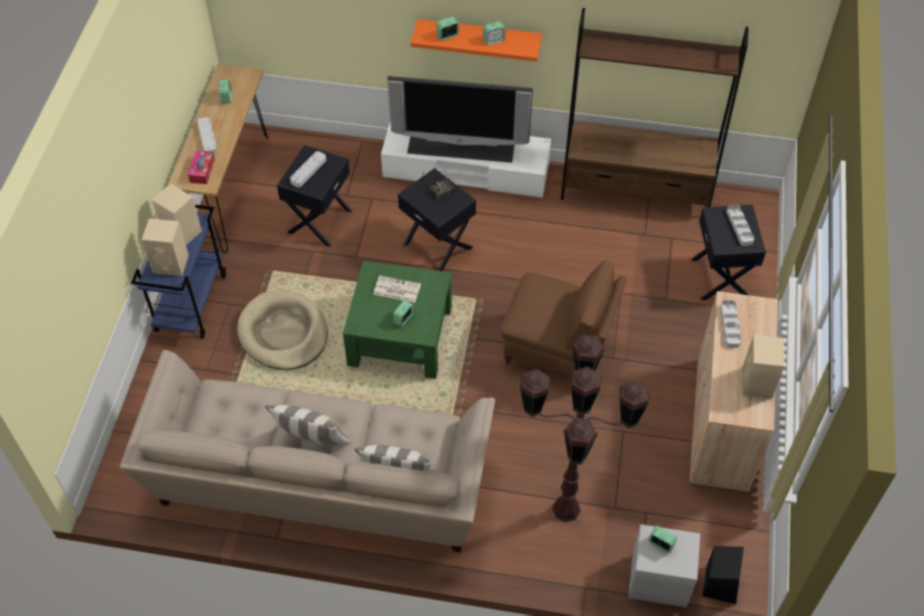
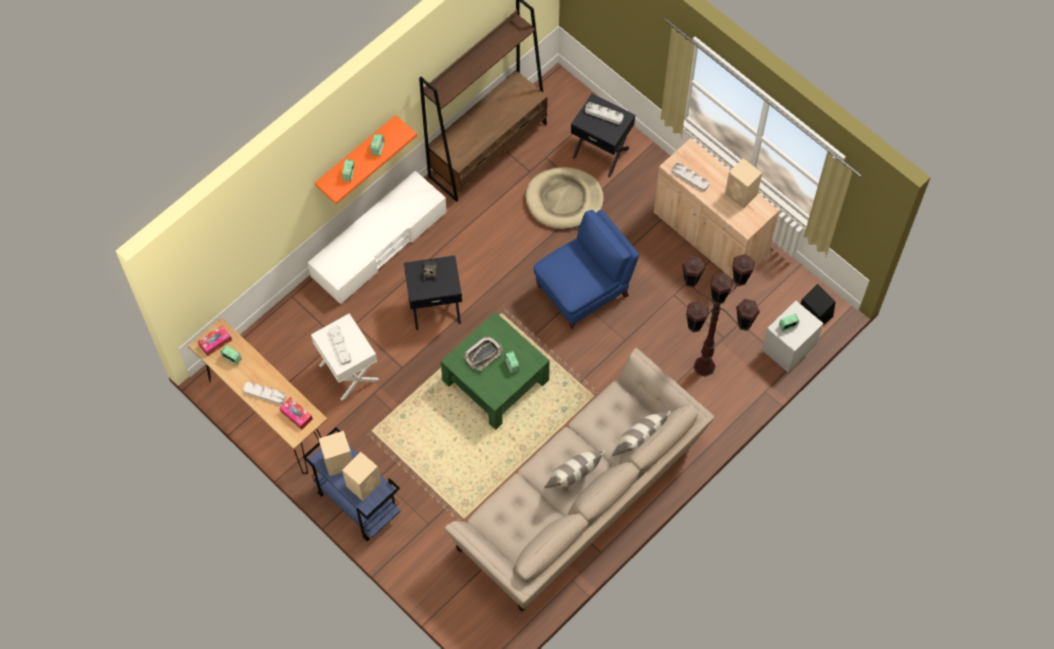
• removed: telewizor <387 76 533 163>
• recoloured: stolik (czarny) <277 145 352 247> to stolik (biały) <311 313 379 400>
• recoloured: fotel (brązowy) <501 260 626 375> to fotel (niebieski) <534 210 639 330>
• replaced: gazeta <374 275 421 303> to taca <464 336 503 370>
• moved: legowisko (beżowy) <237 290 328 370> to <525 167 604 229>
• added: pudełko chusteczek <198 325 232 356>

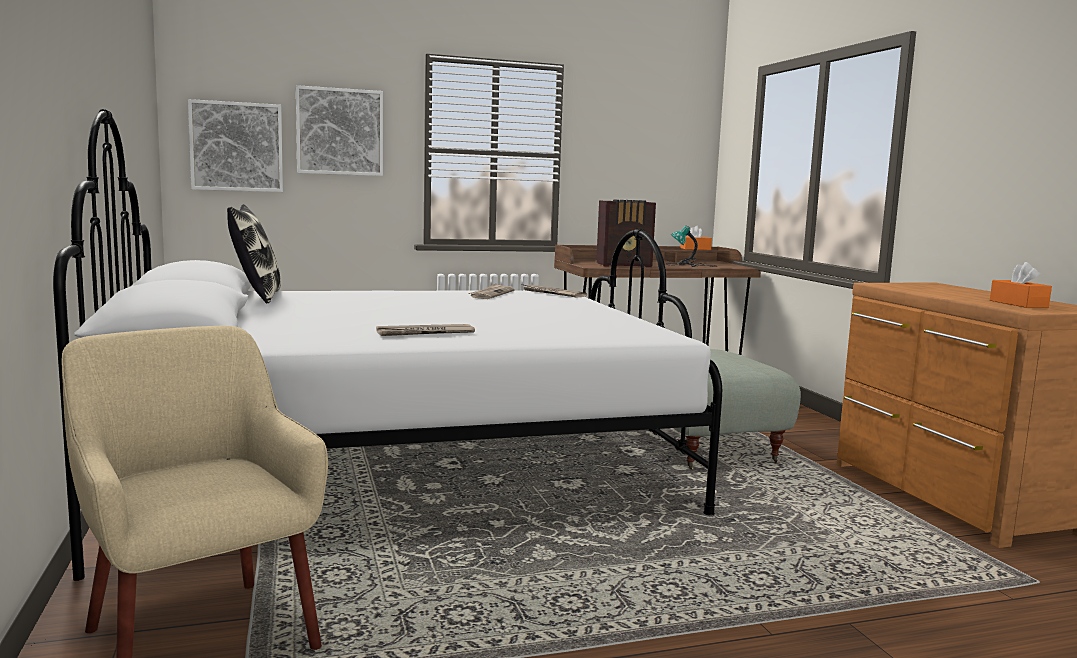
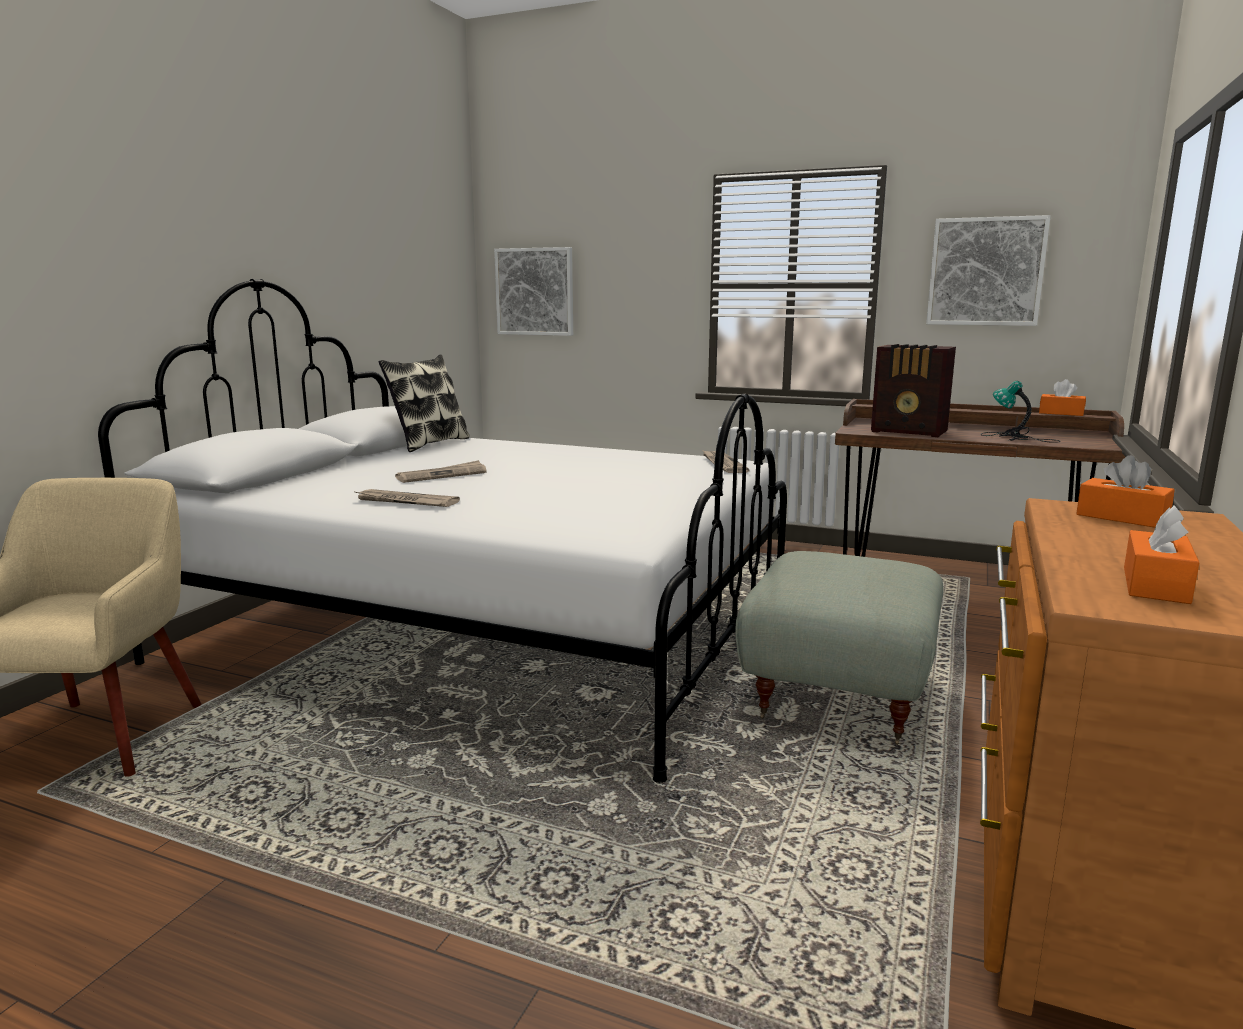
• moved: obraz <296 85 383 176> to <926 215 1051 326>
• moved: gazeta <468 283 515 299> to <395 460 487 483>
• added: pudełko chusteczek (pomarańczowy) <1076 455 1175 528>

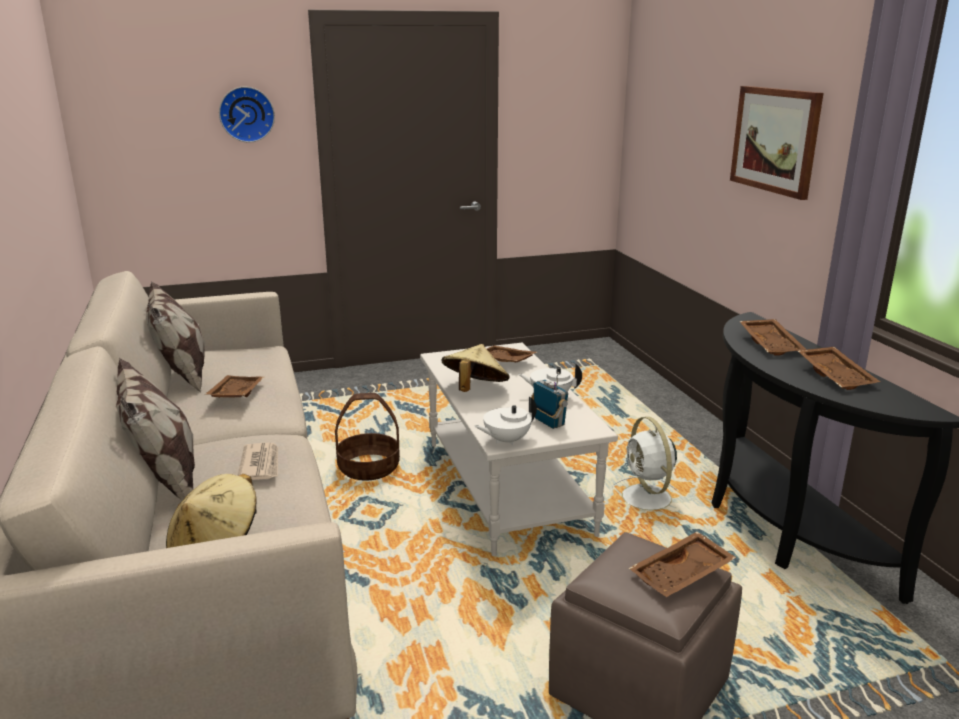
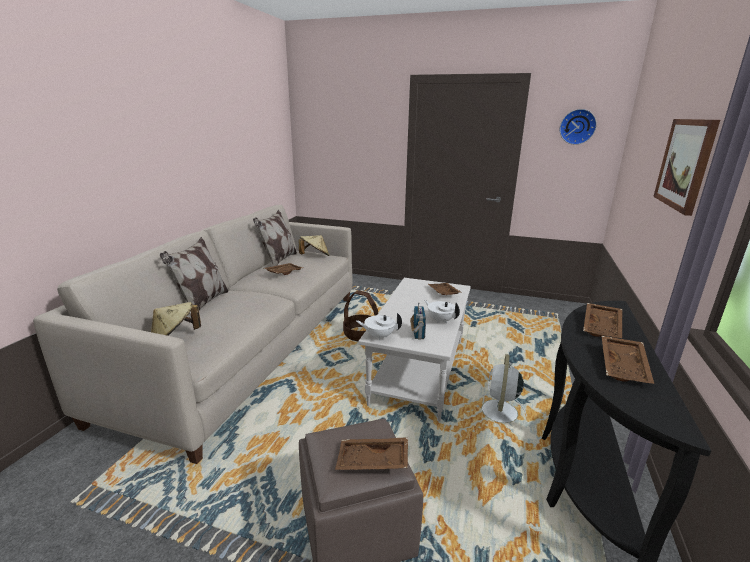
• moved: zegar ścienny <219 87 275 143> to <560 109 597 145>
• moved: kapelusz (beżowy) <441 344 510 392> to <299 235 329 256>
• removed: gazeta <238 443 278 480>

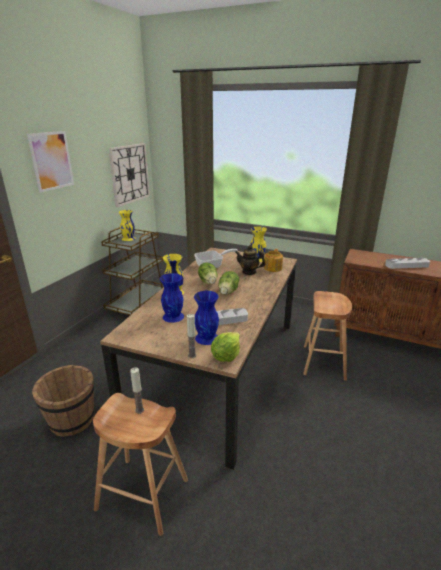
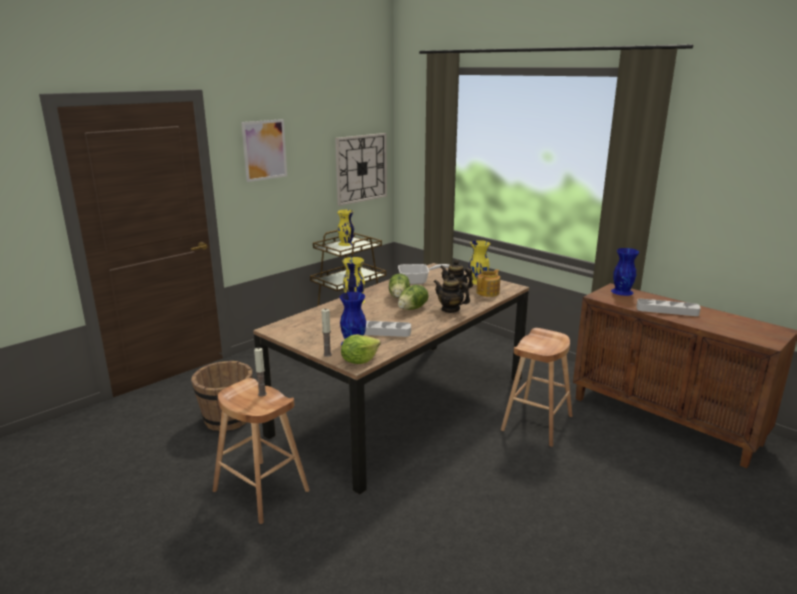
• moved: wazon (niebieski) <160 273 184 323> to <611 248 639 296>
• added: imbryk <434 274 470 313>

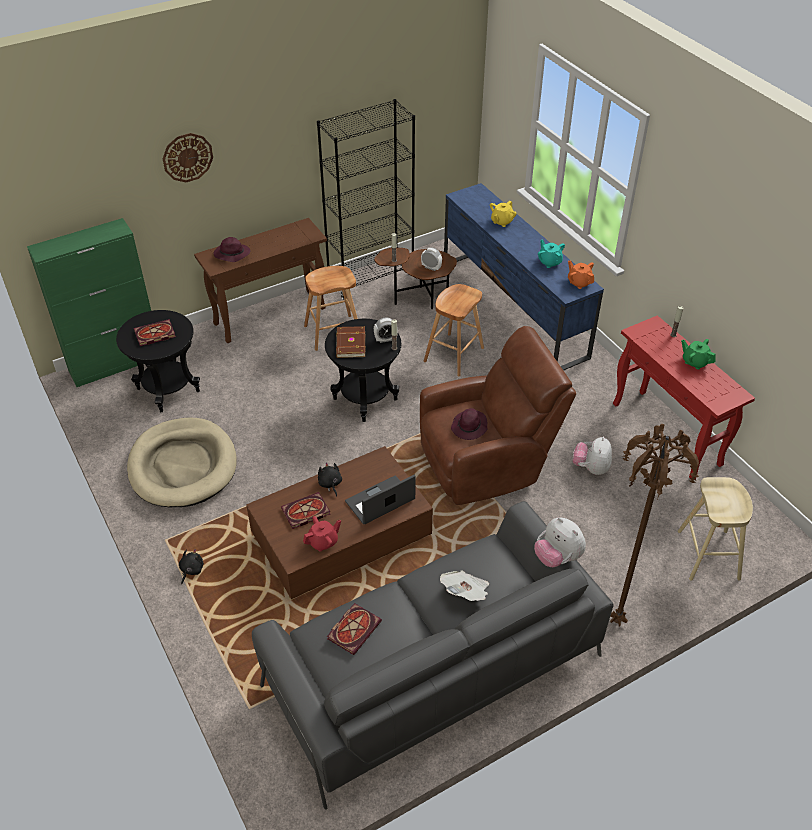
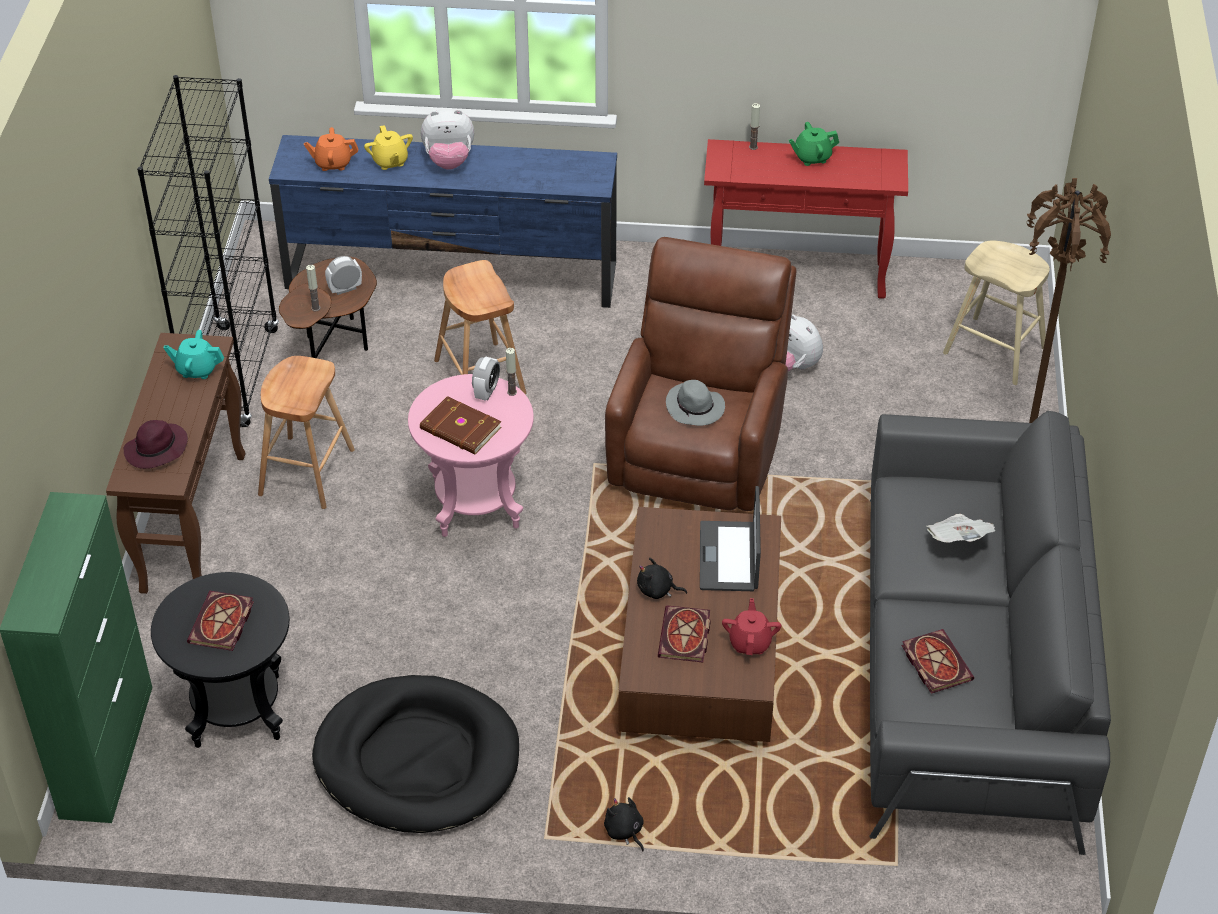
• removed: zegar ścienny <163 133 213 182>
• moved: imbryk (turkusowy) <538 240 565 268> to <163 330 224 379>
• moved: imbryk (pomarańczowy) <568 260 594 289> to <304 127 358 171>
• recoloured: stolik (czarny) <325 319 401 422> to stolik (różowy) <408 374 534 537>
• recoloured: kapelusz (fioletowy) <451 408 488 440> to kapelusz (szary) <666 380 725 426>
• recoloured: legowisko (beżowy) <127 418 237 507> to legowisko (czarny) <312 675 519 833>
• moved: pluszak <534 517 586 567> to <421 108 474 170>

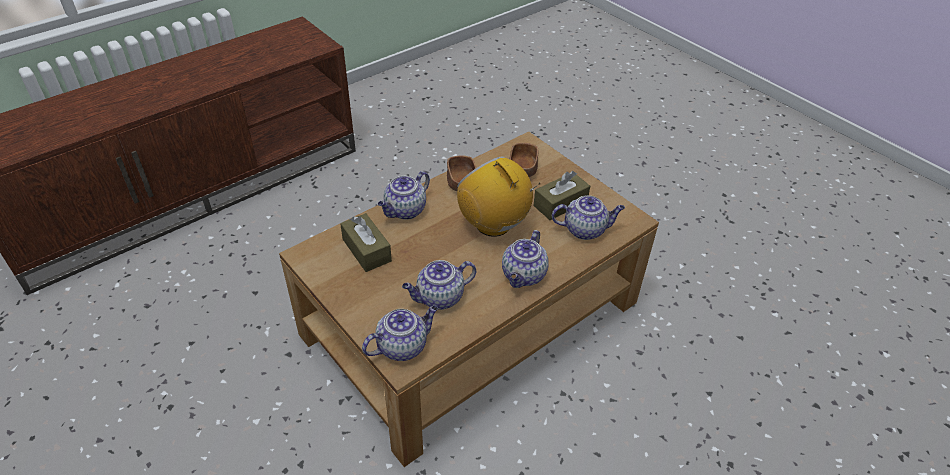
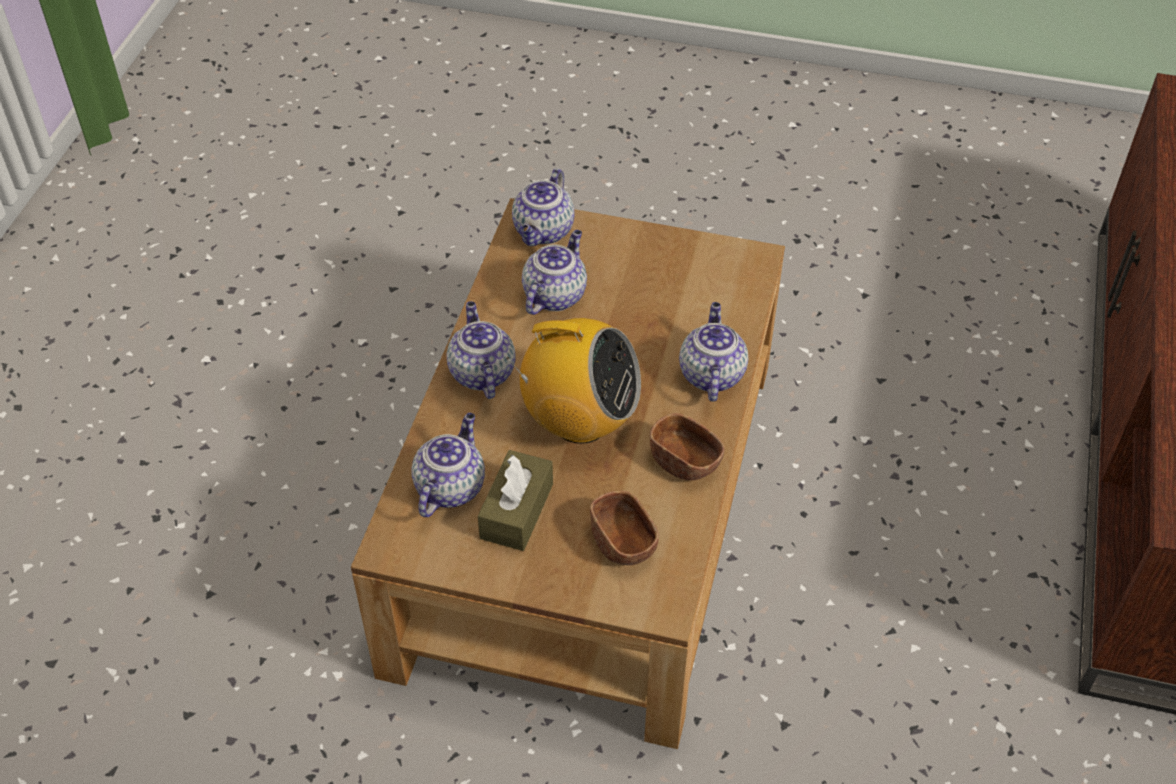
• turned: imbryk <552 195 625 240> = <411 413 485 517> 150 degrees clockwise
• removed: pudełko chusteczek (brązowy) <340 213 392 272>

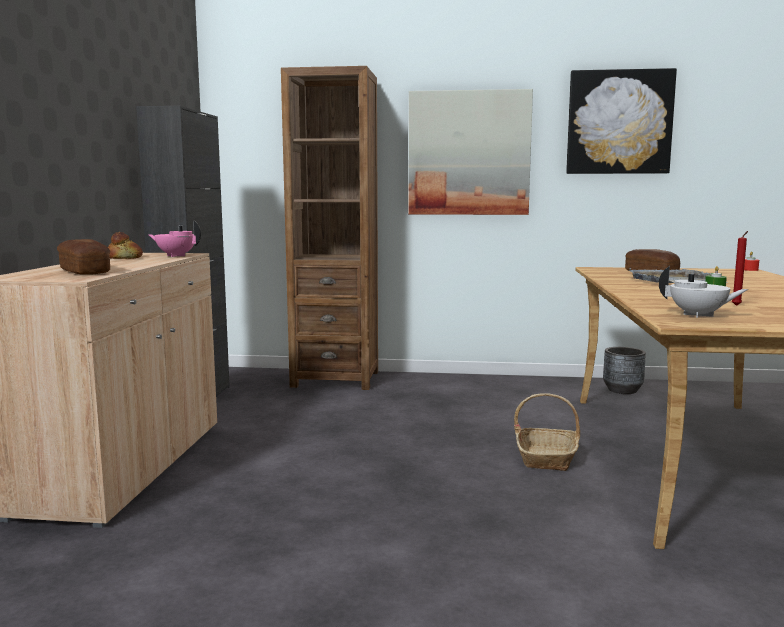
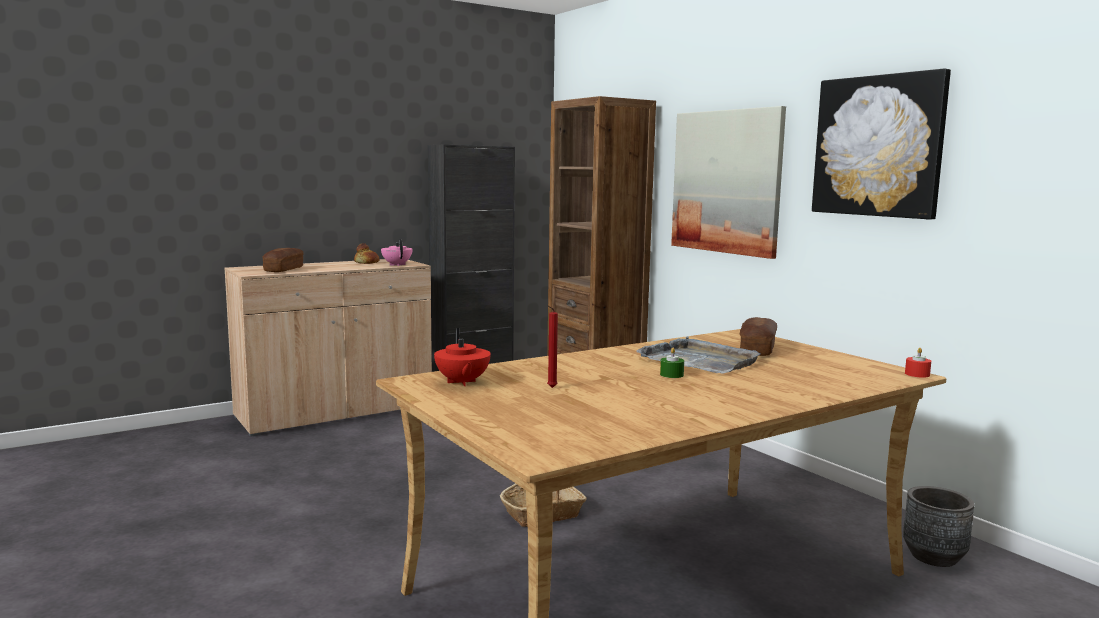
• recoloured: imbryk (biały) <659 266 748 318> to imbryk (czerwony) <434 328 491 386>
• moved: donica (szary) <603 347 646 394> to <903 486 974 567>

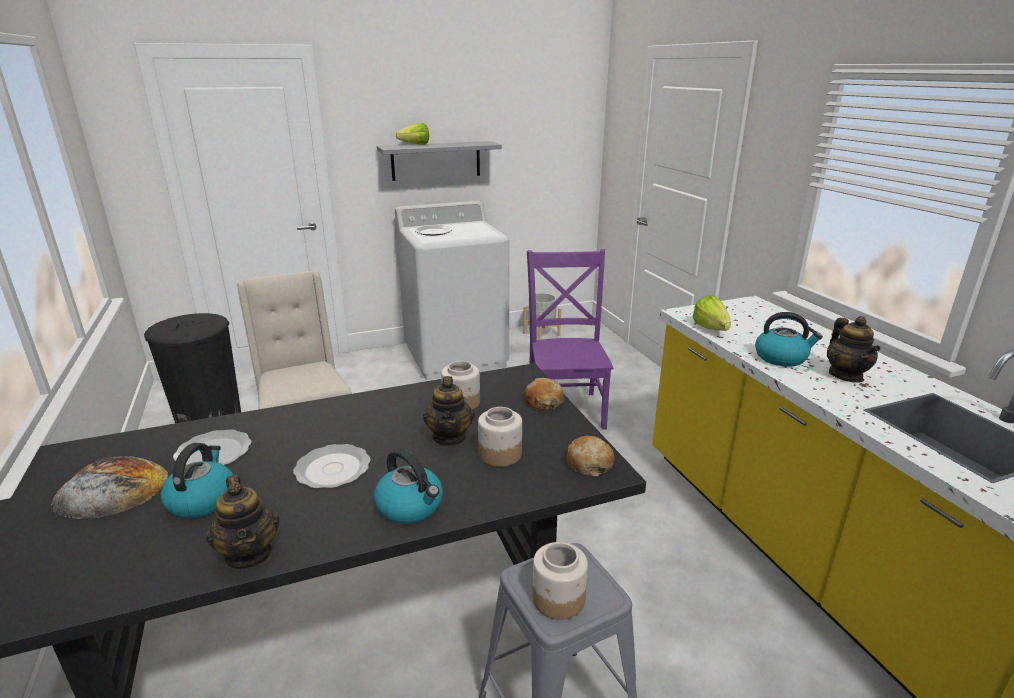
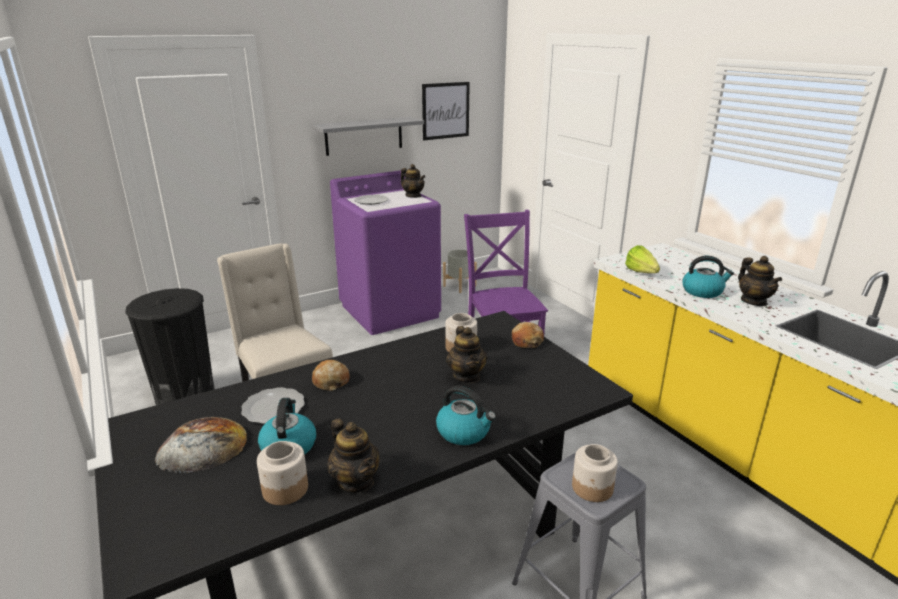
• removed: sałata <396 123 429 145>
• recoloured: pralka (biały) <395 201 509 380> to pralka (fioletowy) <330 170 441 335>
• moved: słoik <478 407 522 467> to <257 441 308 505>
• moved: chleb <567 436 615 477> to <312 360 350 391>
• removed: talerz <293 444 371 489>
• added: obraz <422 82 470 140>
• added: imbryk <401 164 426 198>

